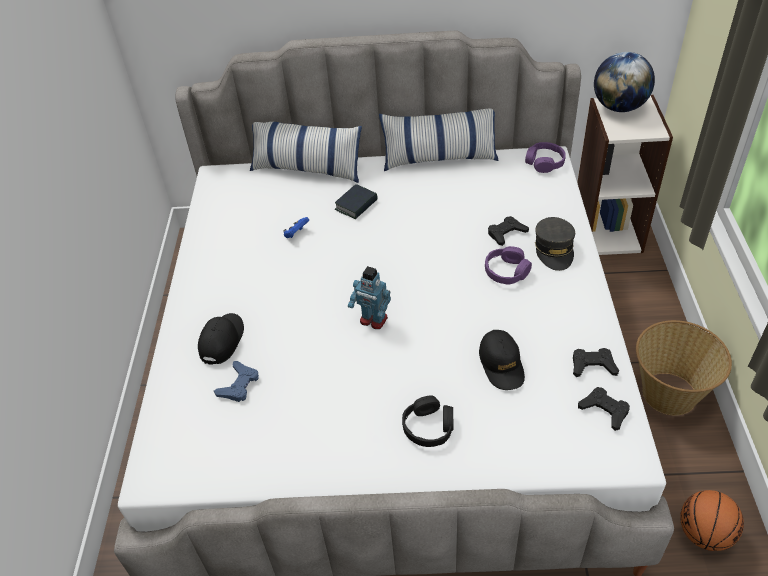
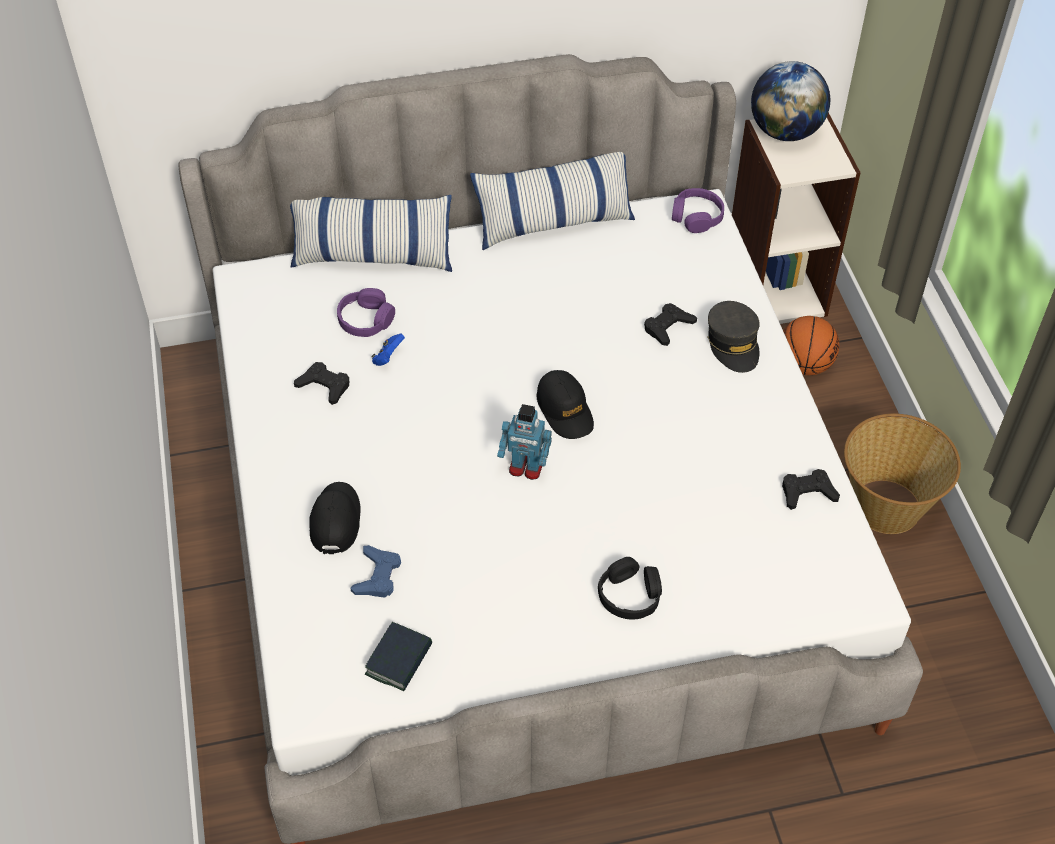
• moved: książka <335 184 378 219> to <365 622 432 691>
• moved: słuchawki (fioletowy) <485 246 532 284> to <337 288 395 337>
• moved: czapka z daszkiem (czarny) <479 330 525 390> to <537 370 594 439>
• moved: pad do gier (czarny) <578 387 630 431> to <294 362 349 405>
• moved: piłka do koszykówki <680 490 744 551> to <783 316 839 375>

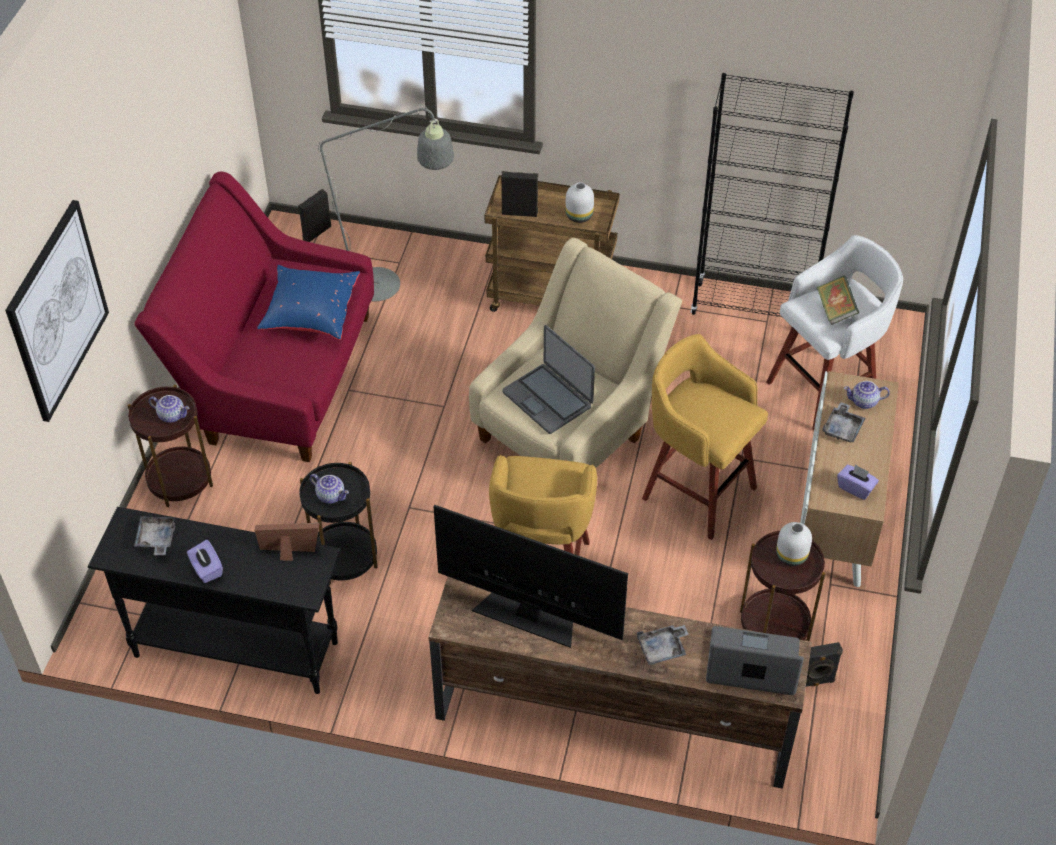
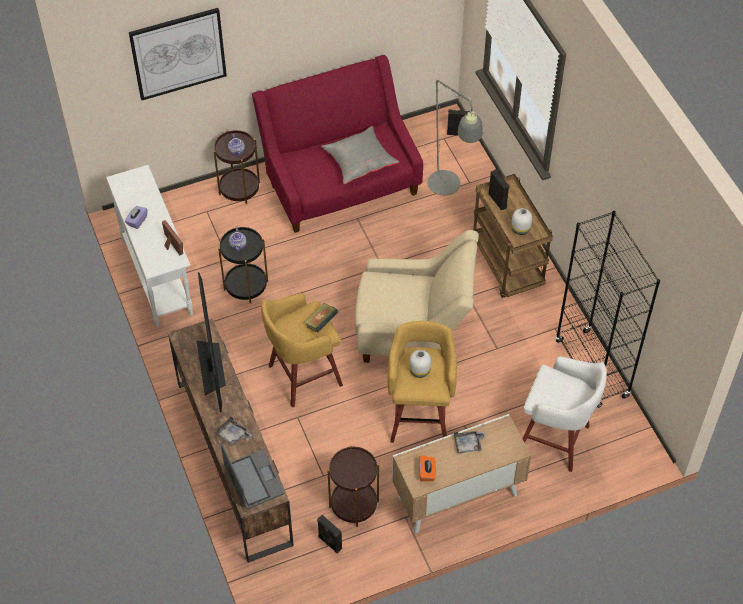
• recoloured: poduszka (niebieski) <257 265 360 340> to poduszka (szary) <321 126 399 184>
• moved: książka <816 276 859 325> to <304 303 338 332>
• removed: laptop <502 325 595 434>
• removed: imbryk <844 381 890 409>
• recoloured: pudełko chusteczek (fioletowy) <837 464 879 500> to pudełko chusteczek (pomarańczowy) <419 456 436 481>
• recoloured: stolik konsolowy (czarny) <88 507 342 694> to stolik konsolowy (biały) <106 165 193 327>
• removed: taca (szary) <134 516 175 555>
• moved: wazon (biały) <776 522 812 566> to <409 350 431 378>

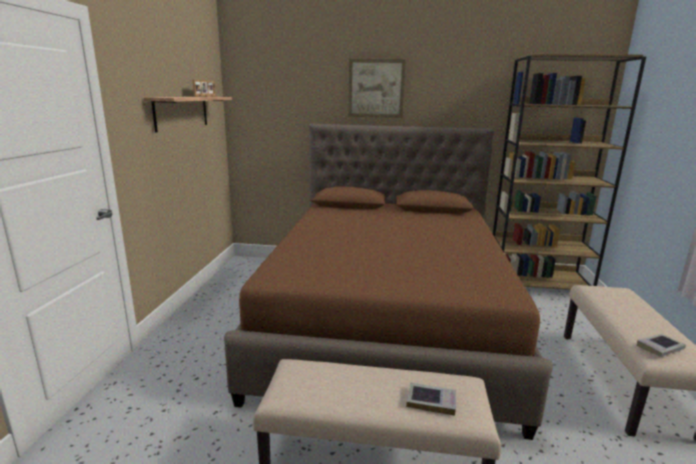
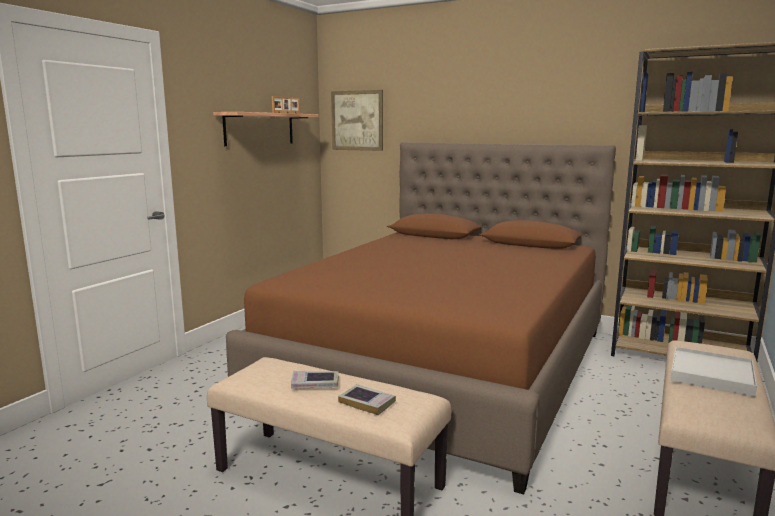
• moved: obraz <348 59 406 118> to <331 90 383 151>
• moved: książka <637 334 686 357> to <291 371 338 389>
• added: taca (biały) <670 347 757 397>

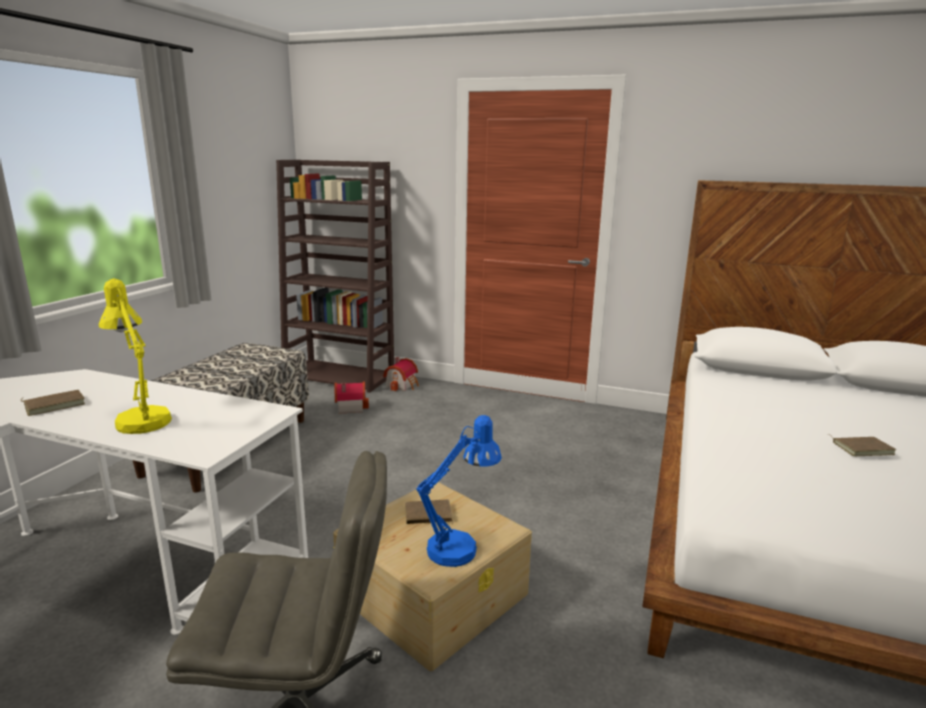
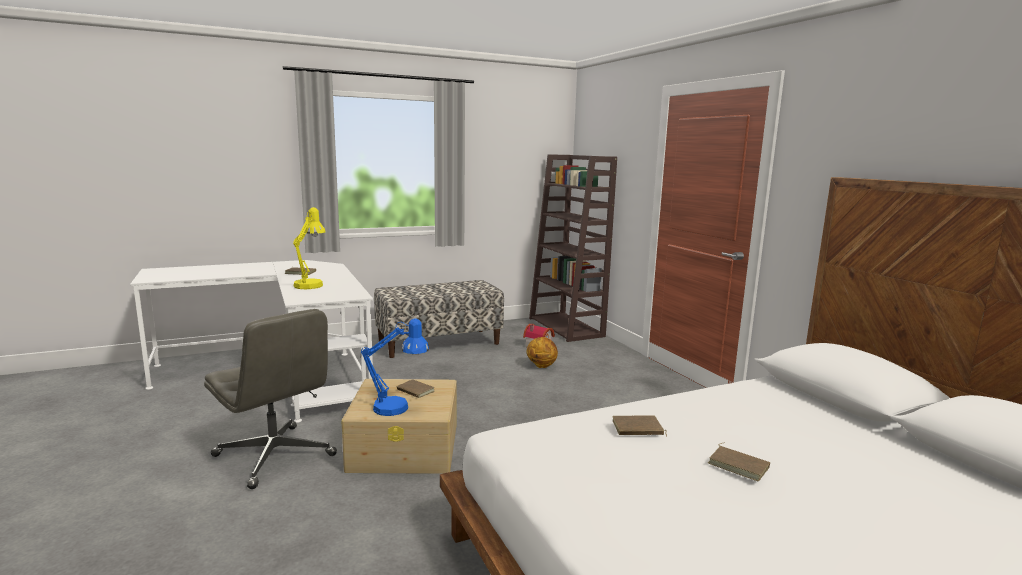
• removed: domek <383 357 419 391>
• added: piłka do koszykówki <526 337 558 368>
• added: książka (brązowy) <612 415 667 436>

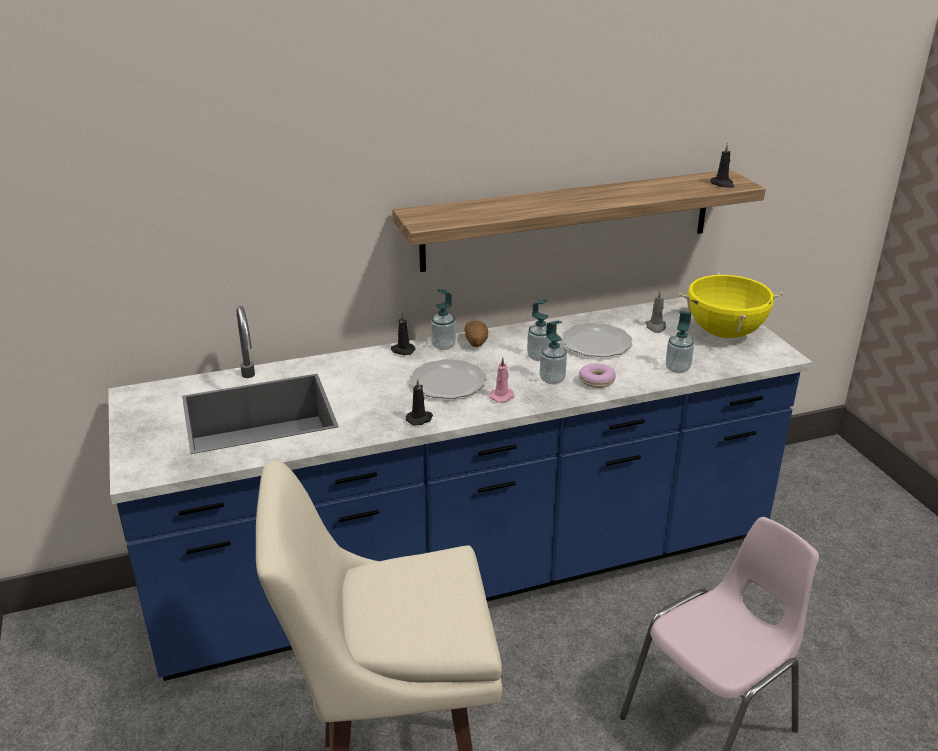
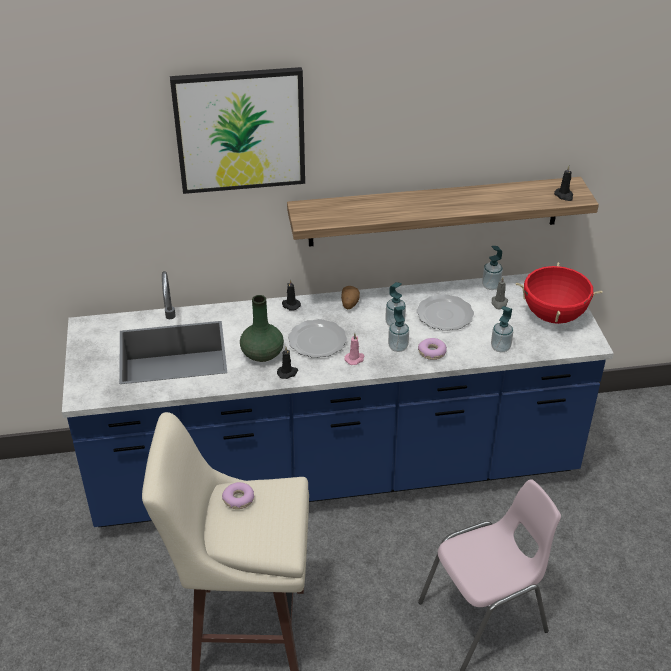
• recoloured: garnek (żółty) <679 272 783 338> to garnek (czerwony) <516 262 602 324>
• moved: dozownik mydła <431 289 456 350> to <482 246 503 290>
• added: obraz <170 67 305 194>
• added: wazon (zielony) <240 295 284 362>
• added: donut <222 482 254 509>

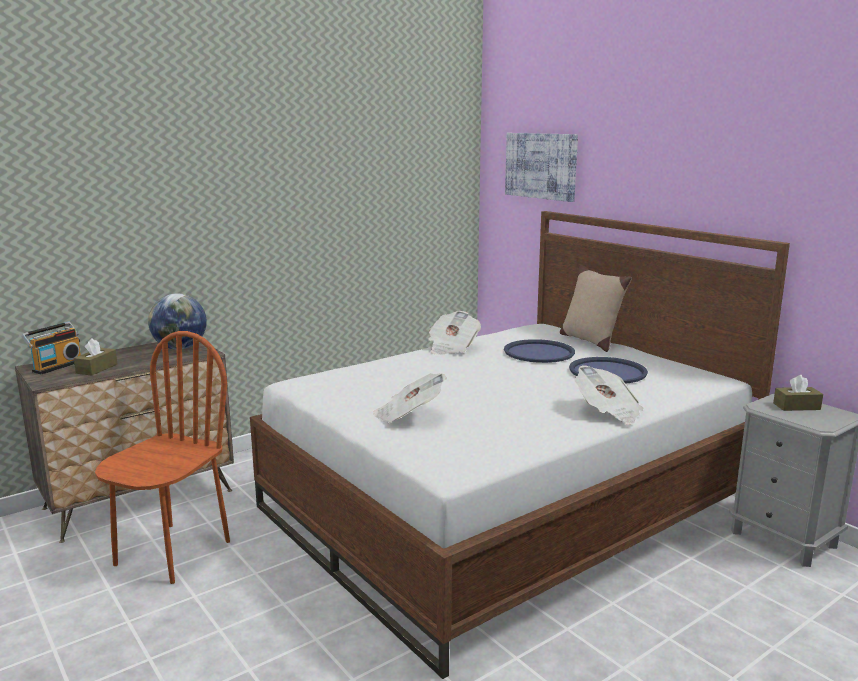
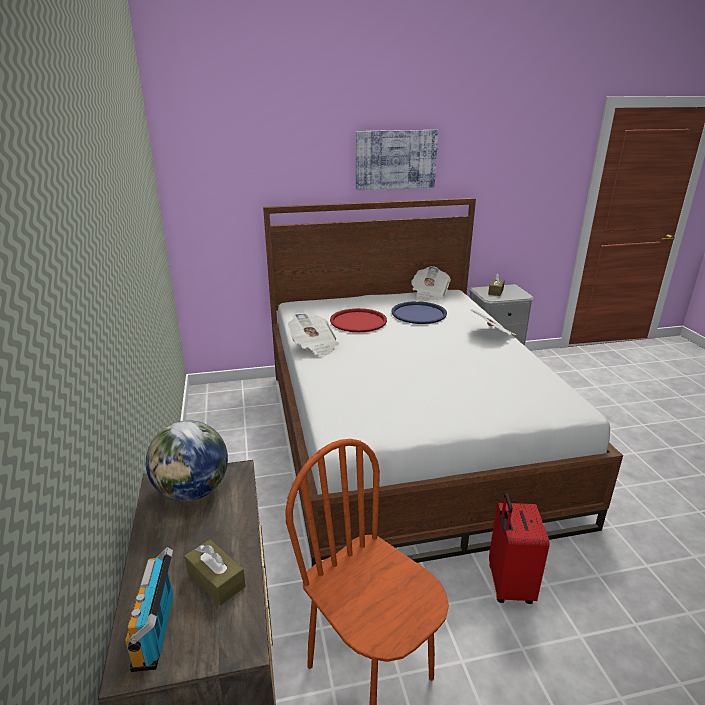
• moved: obraz <505 133 578 202> to <356 130 438 190>
• removed: poduszka (beżowy) <560 265 632 352>
• turned: radio <21 322 81 374> = <125 547 173 672> 150 degrees counterclockwise
• recoloured: taca (niebieski) <504 339 575 363> to taca (czerwony) <330 308 387 332>
• moved: gazeta <373 373 447 423> to <411 266 451 301>
• added: walizka (czerwony) <489 493 550 604>

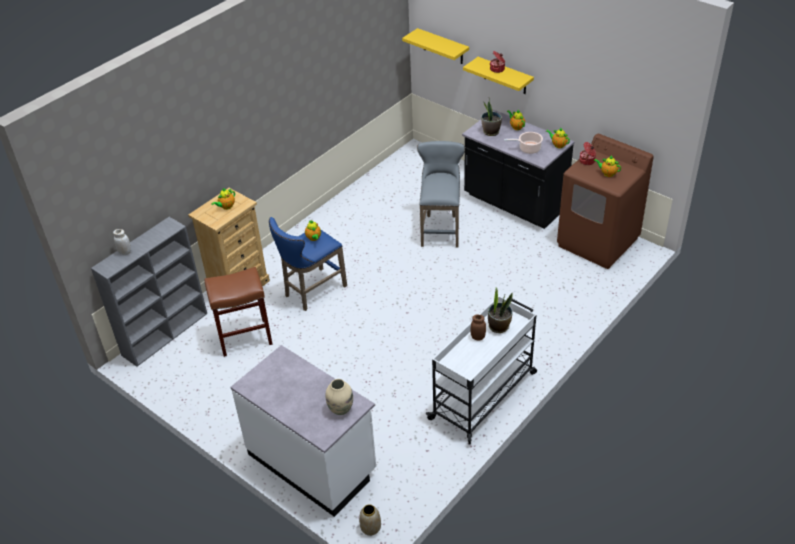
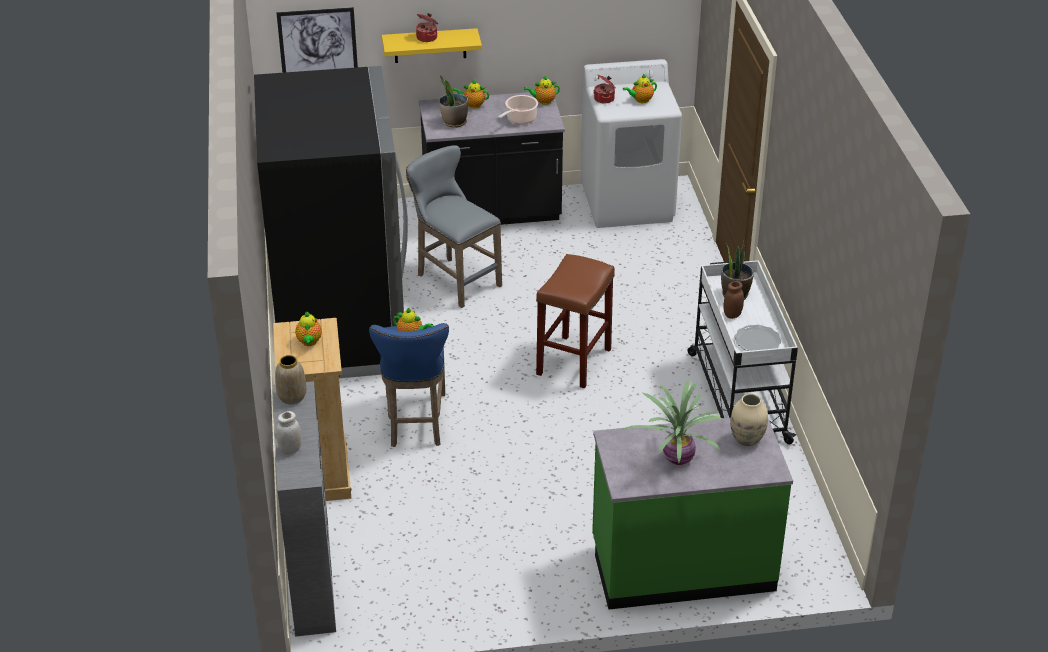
• replaced: półka (żółty) <402 28 469 64> to obraz <277 7 358 73>
• recoloured: pralka (brązowy) <557 134 654 269> to pralka (biały) <580 59 682 228>
• moved: stołek (brązowy) <204 267 273 357> to <536 254 615 388>
• recoloured: zabudowa kuchenna (biały) <230 345 376 517> to zabudowa kuchenna (zielony) <592 418 793 610>
• moved: wazon <359 504 381 536> to <275 355 306 404>
• added: lodówka (czarny) <254 66 408 378>
• added: talerz <734 325 782 351>
• added: roślina doniczkowa <623 381 722 465>

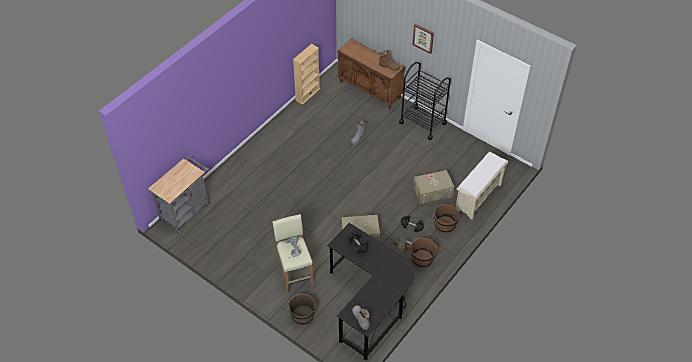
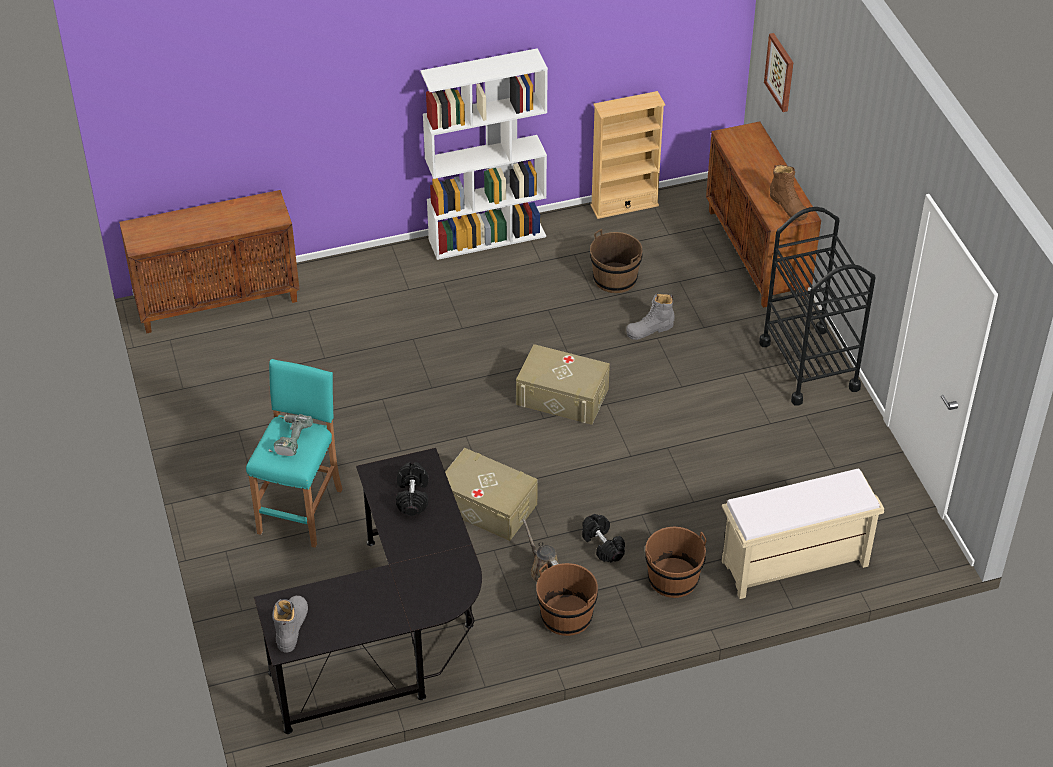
• moved: obraz <412 24 434 54> to <764 33 793 112>
• replaced: wózek (szary) <148 156 209 234> to szafka (brązowy) <119 190 300 334>
• moved: pojemnik do przechowywania (beżowy) <413 170 454 204> to <516 344 610 425>
• recoloured: stołek (beżowy) <272 214 313 293> to stołek (turkusowy) <246 359 342 548>
• moved: wiadro (brązowy) <288 294 316 325> to <590 229 643 293>
• added: regał (biały) <421 48 548 260>

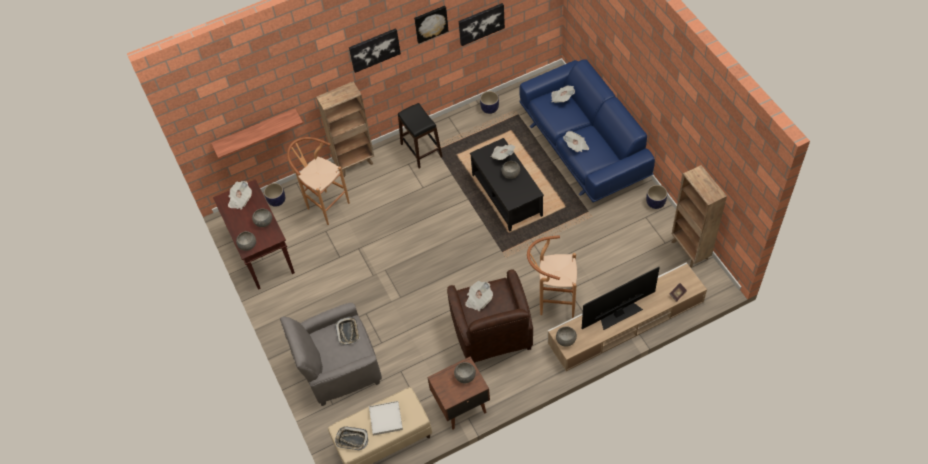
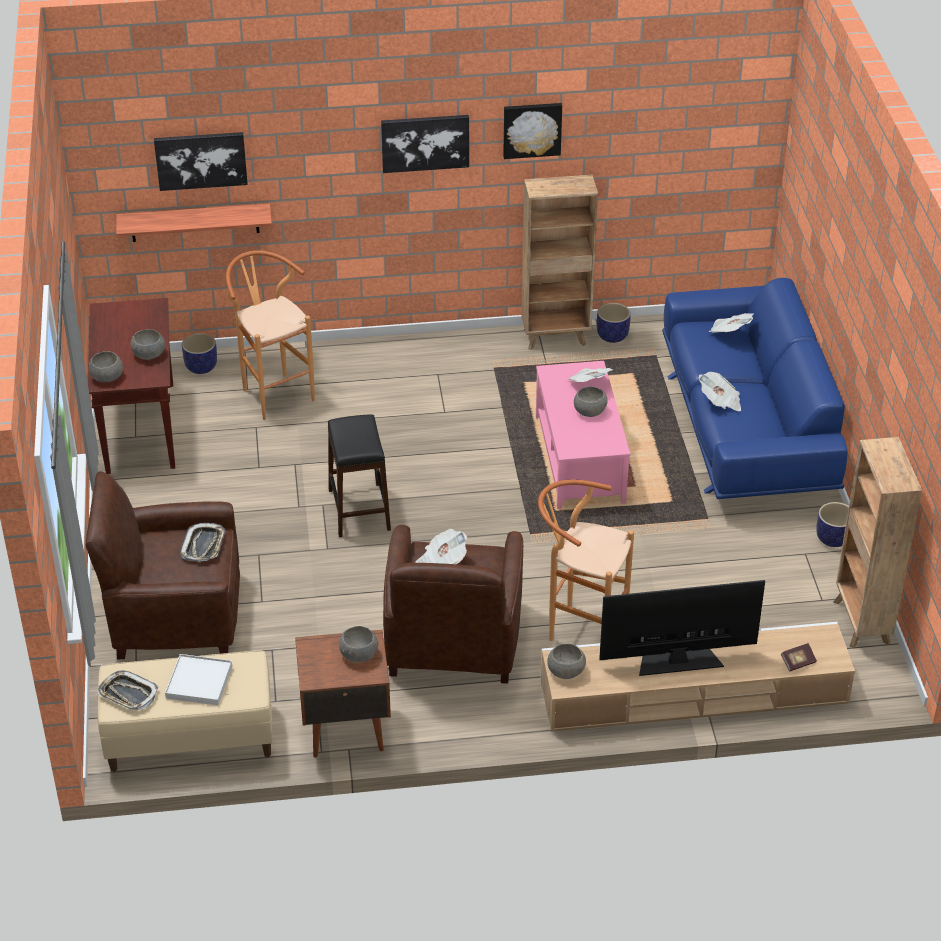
• moved: obraz <459 3 505 46> to <154 132 248 191>
• moved: regał (brązowy) <316 82 374 177> to <521 175 598 350>
• moved: stołek (czarny) <398 103 442 169> to <328 414 391 537>
• recoloured: ława (czarny) <470 138 544 232> to ława (różowy) <536 361 630 509>
• removed: gazeta <228 181 252 209>
• recoloured: fotel (szary) <280 303 382 406> to fotel (brązowy) <86 471 240 659>

